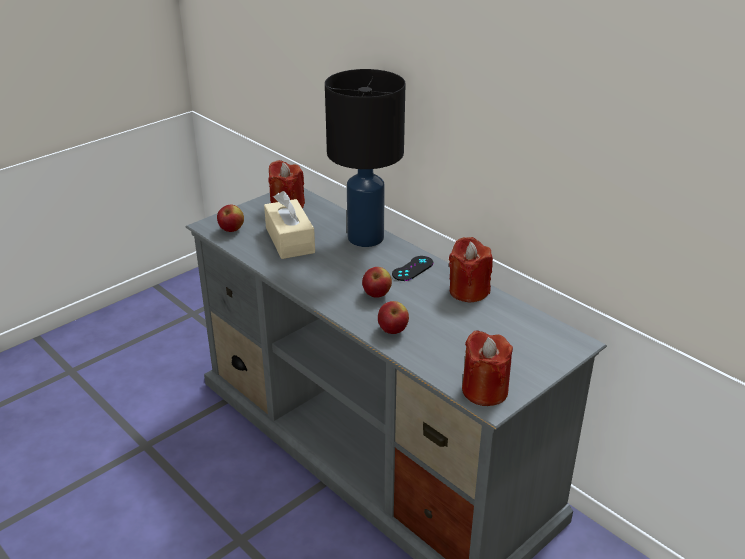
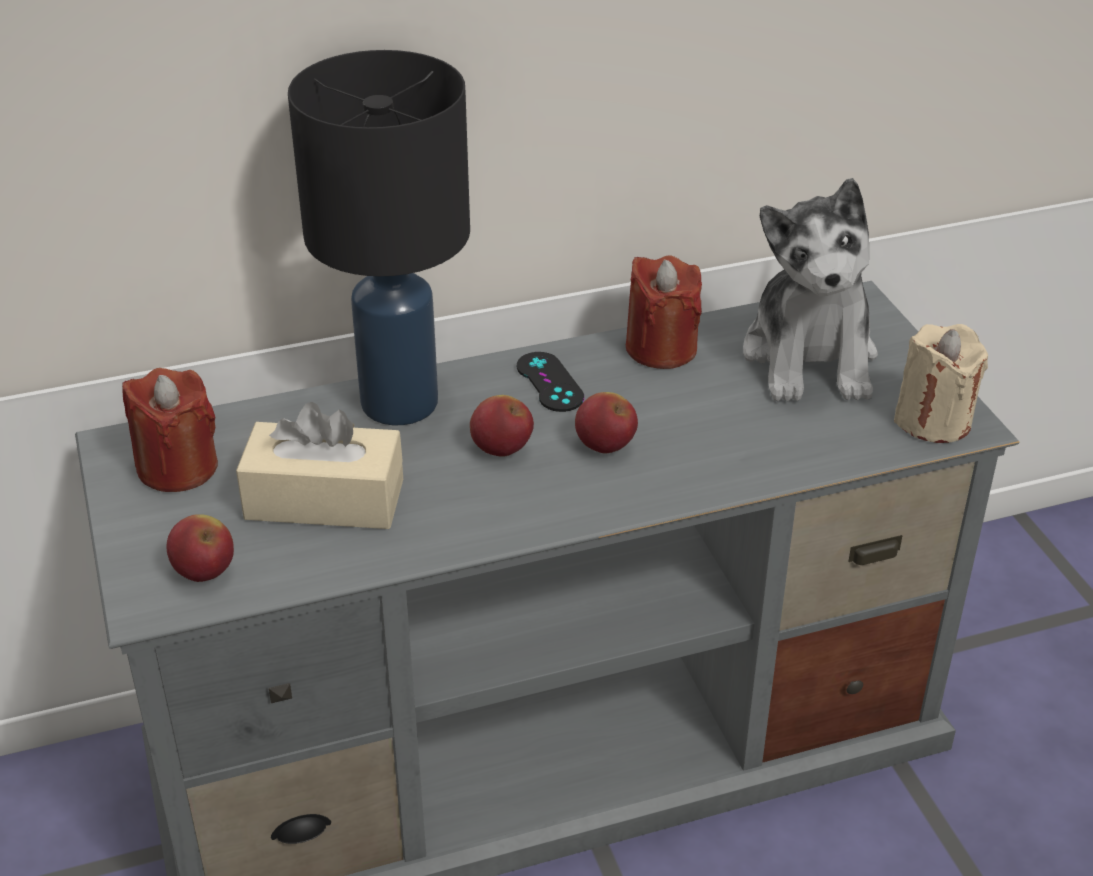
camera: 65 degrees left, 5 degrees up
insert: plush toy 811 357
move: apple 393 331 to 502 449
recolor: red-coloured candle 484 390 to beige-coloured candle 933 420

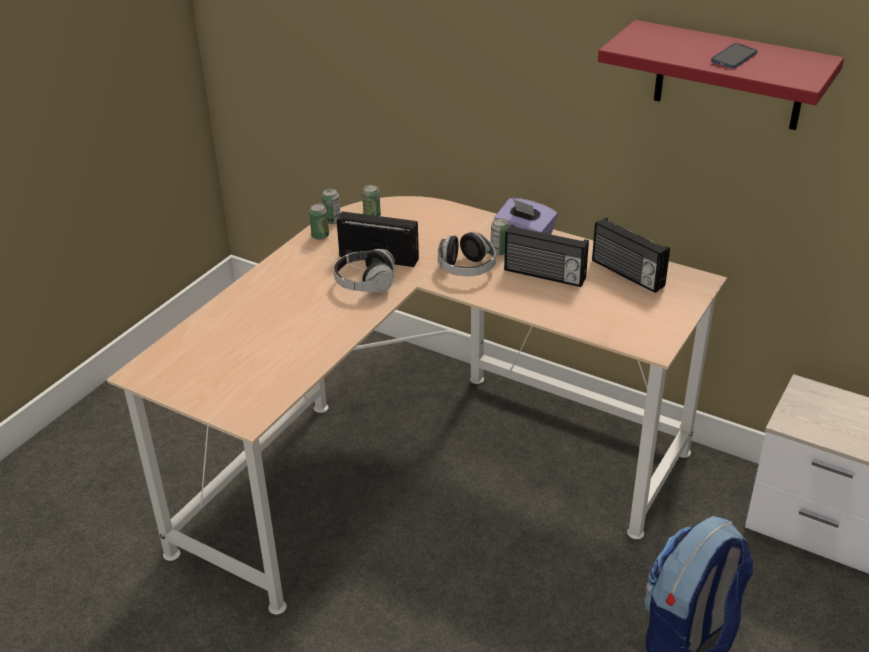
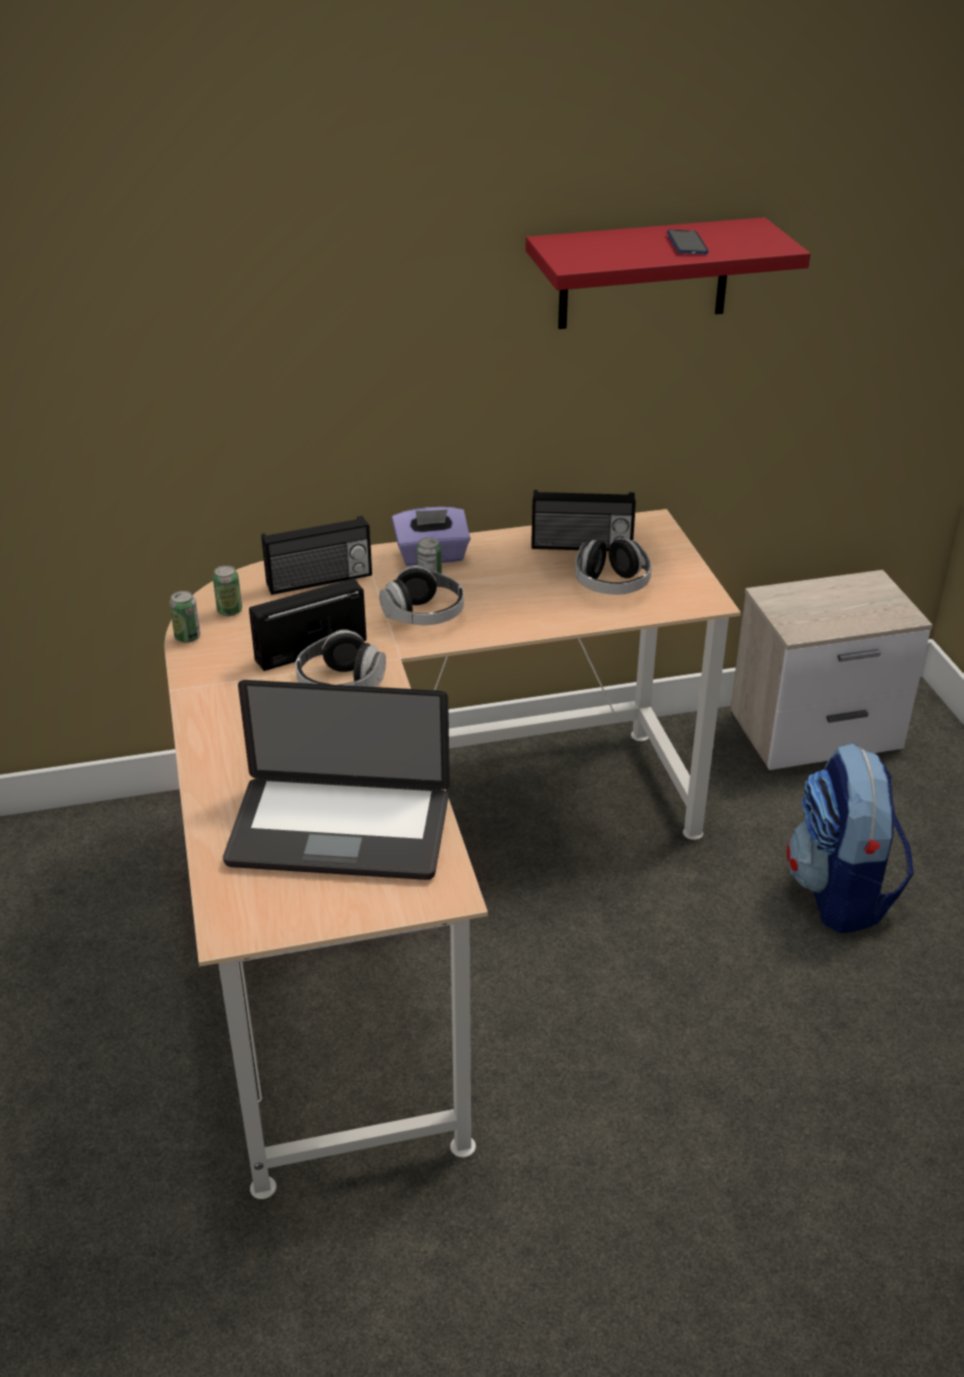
camera: 45 degrees left, 0 degrees up
delete: metal can 320 236
insert: notebook computer 339 831; headset 611 585
move: radio receiver 544 275 to 320 581

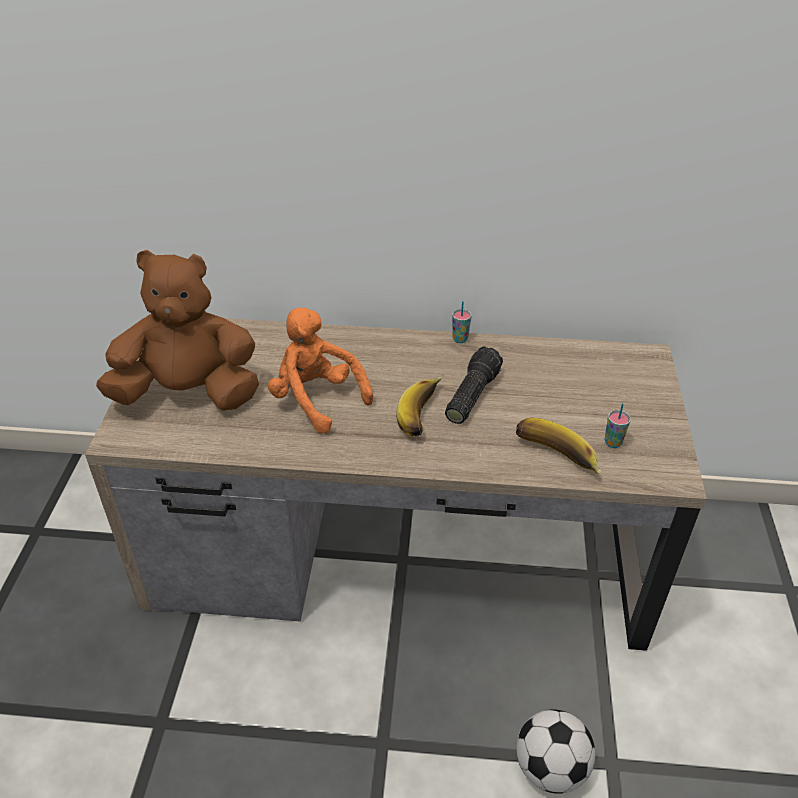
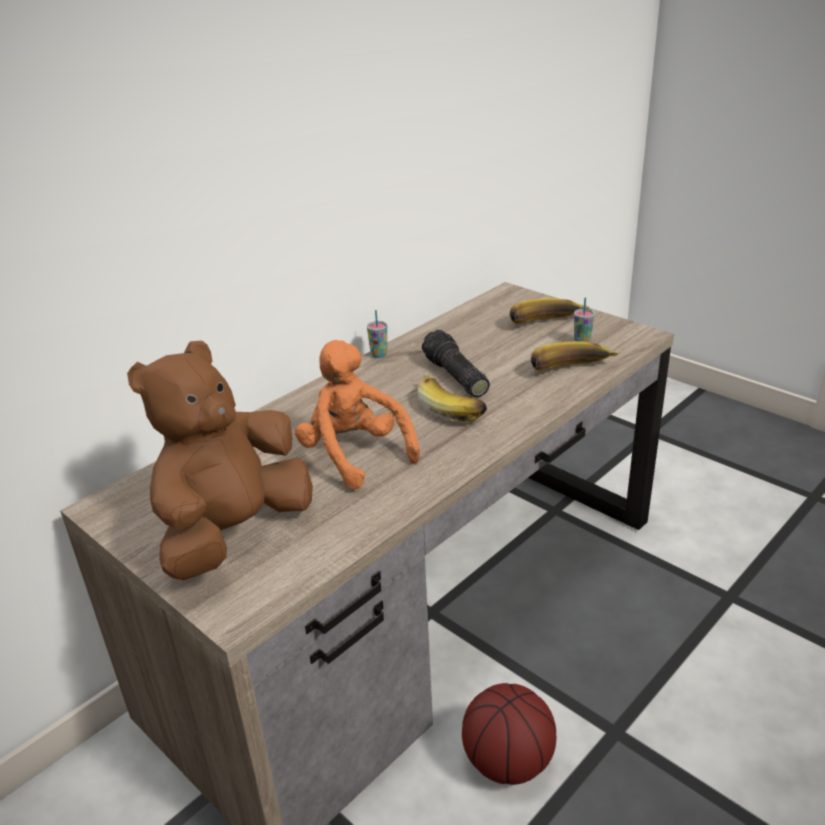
camera: 50 degrees left, 10 degrees down
delete: football 550 768
insert: ball for basketball 509 762; whole banana 547 324
rotate: orange plush toy 316 399 = 354 455 60 degrees clockwise

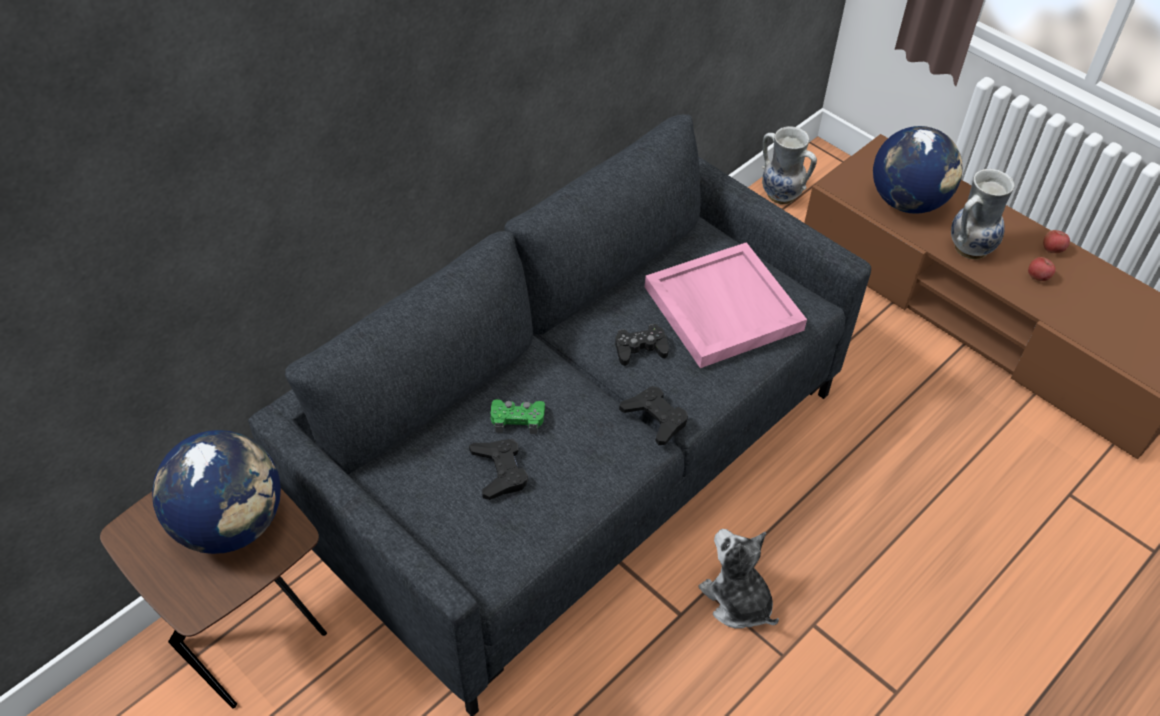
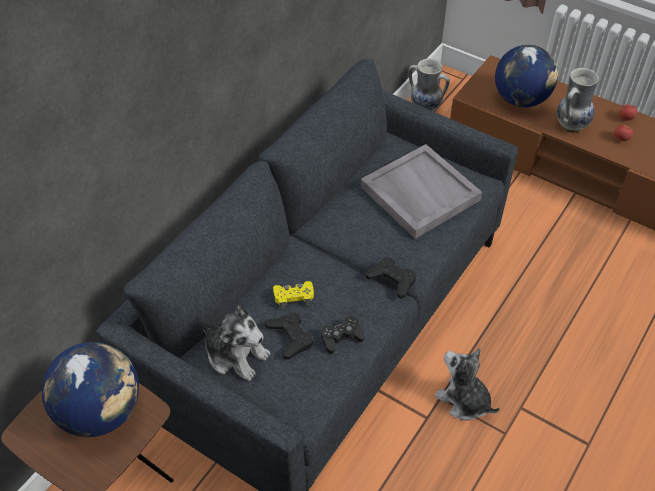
camera: 10 degrees left, 0 degrees up
insert: plush toy 236 354
move: black game controller 640 349 to 341 337
recolor: green game controller 517 419 to yellow game controller 294 297; pink carrying tray 721 308 to greyish carrying tray 418 193

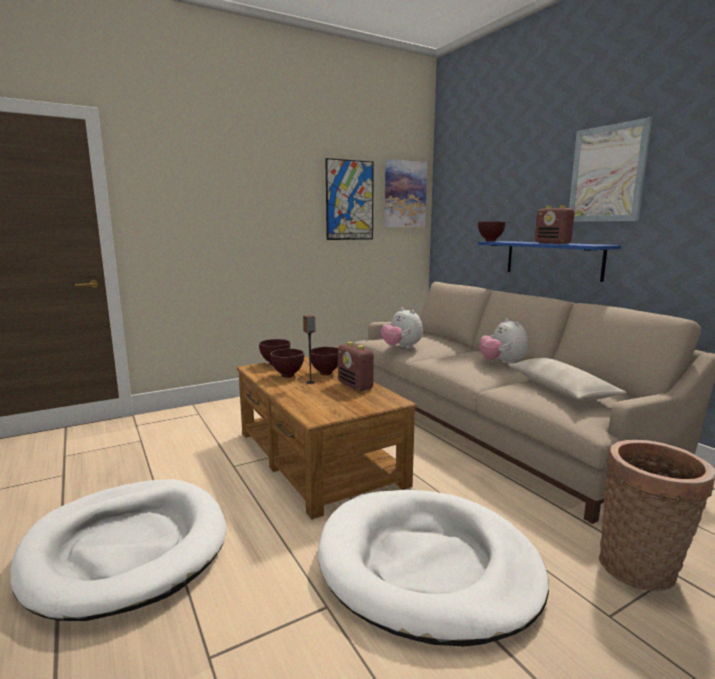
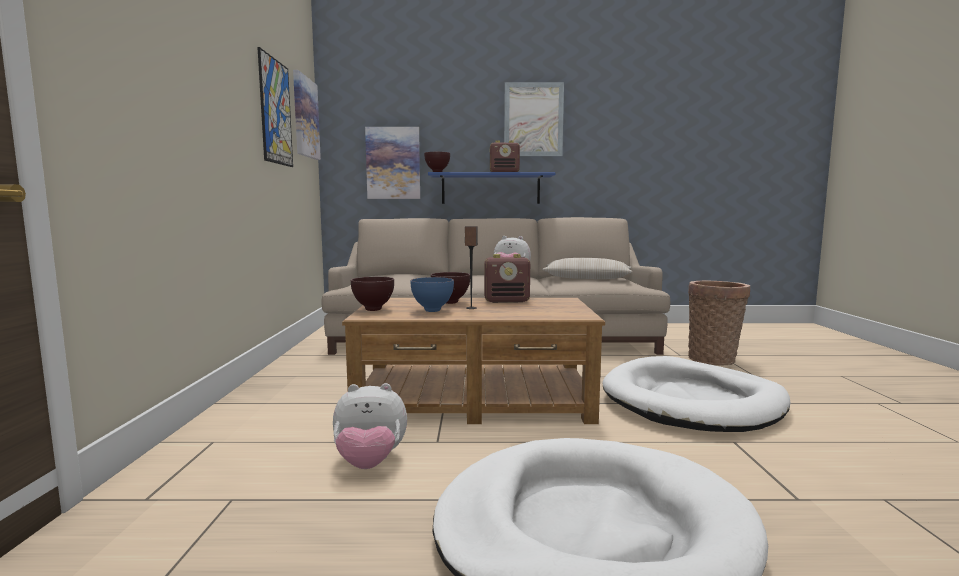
camera: 60 degrees left, 5 degrees down
insert: wall picture 393 163
move: plush toy 401 347 to 370 463
recolor: brown serving bowl 288 376 to blue-coloured serving bowl 432 310

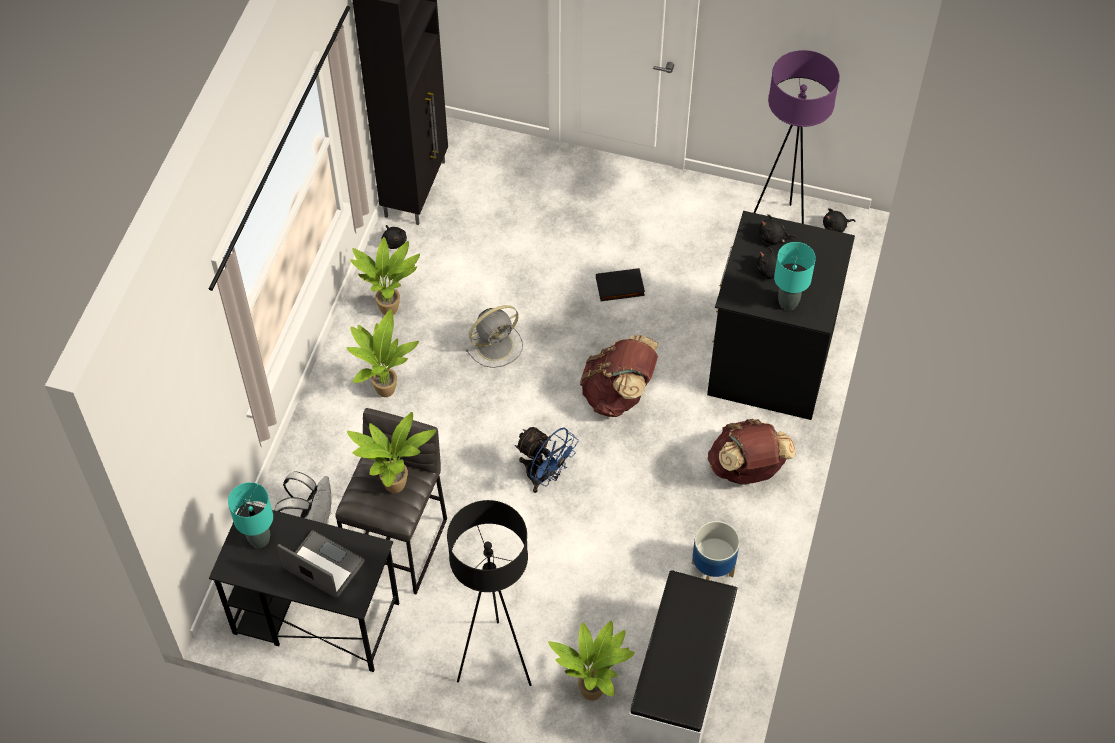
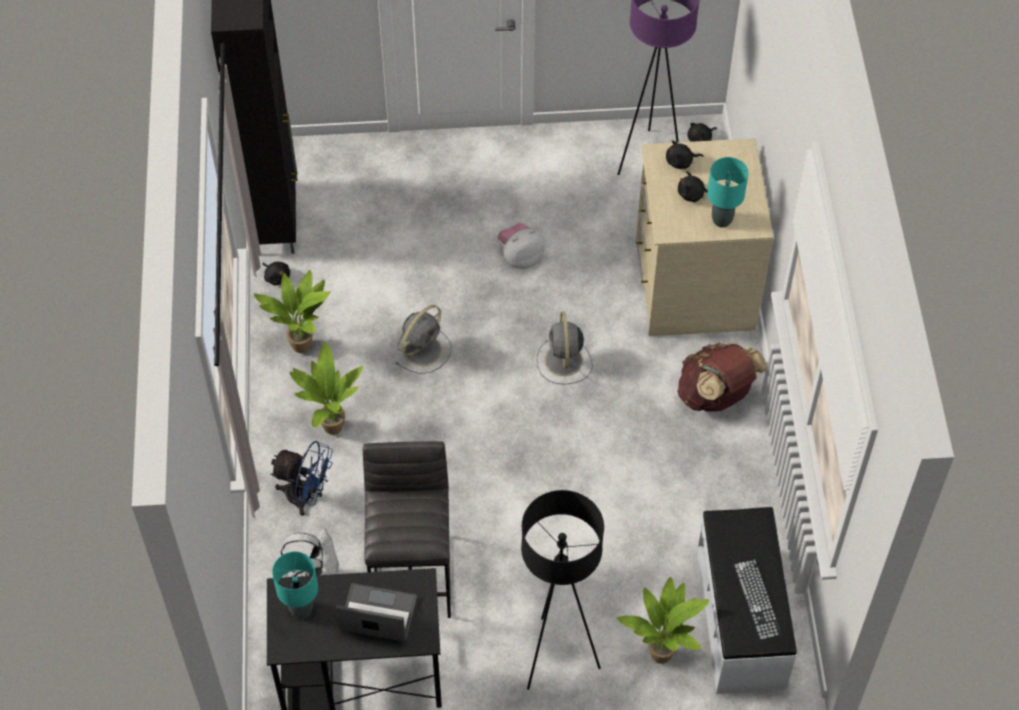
camera: 20 degrees left, 0 degrees up
delete: houseplant 396 489; plant pot 712 569
insert: PC keyboard 757 599
move: blue-coloured electric fan 544 476 to 306 496
replace: brown knapsack 618 395 to greyish electric fan 564 362; black book 619 287 to plush toy 520 257
recolor: black chest of drawers 769 360 to beige-coloured chest of drawers 692 285

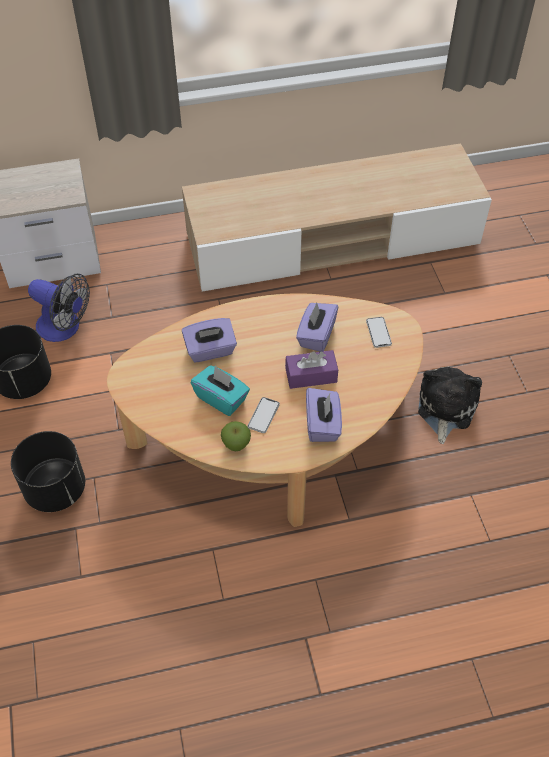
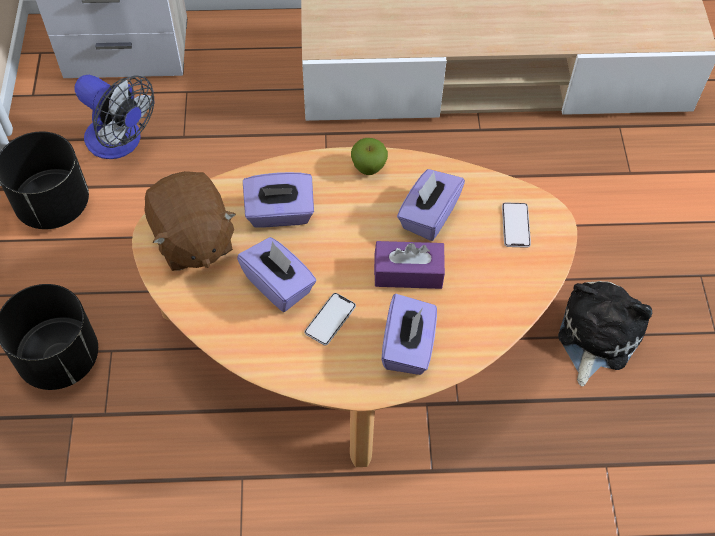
camera: 10 degrees right, 5 degrees up
insert: brown plush toy 192 240
move: apple 236 444 to 368 168
recolor: blue-green tissue box 221 398 to purple-coloured tissue box 279 285

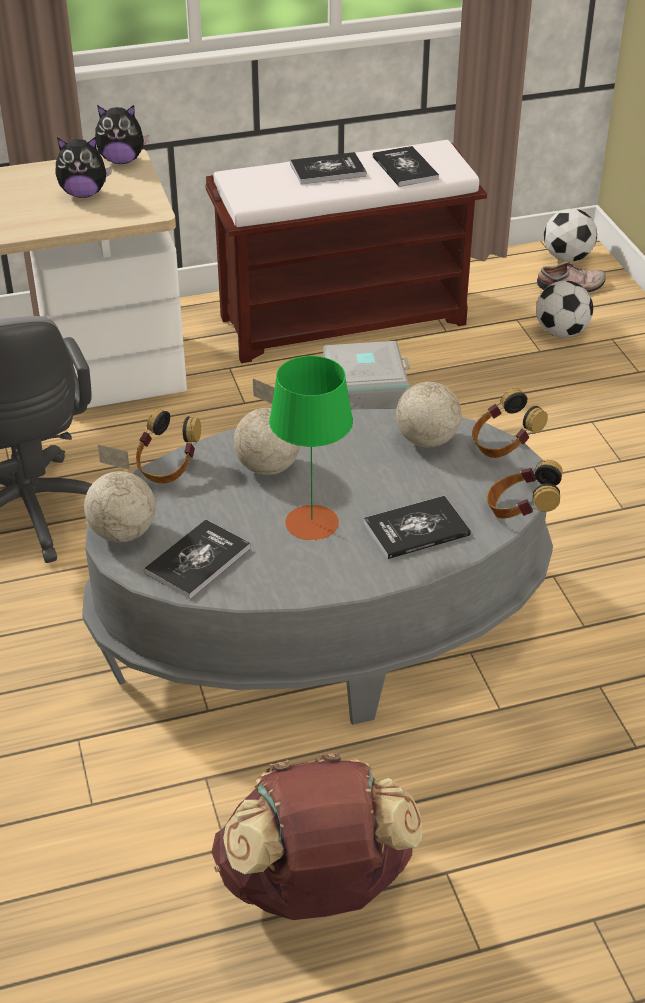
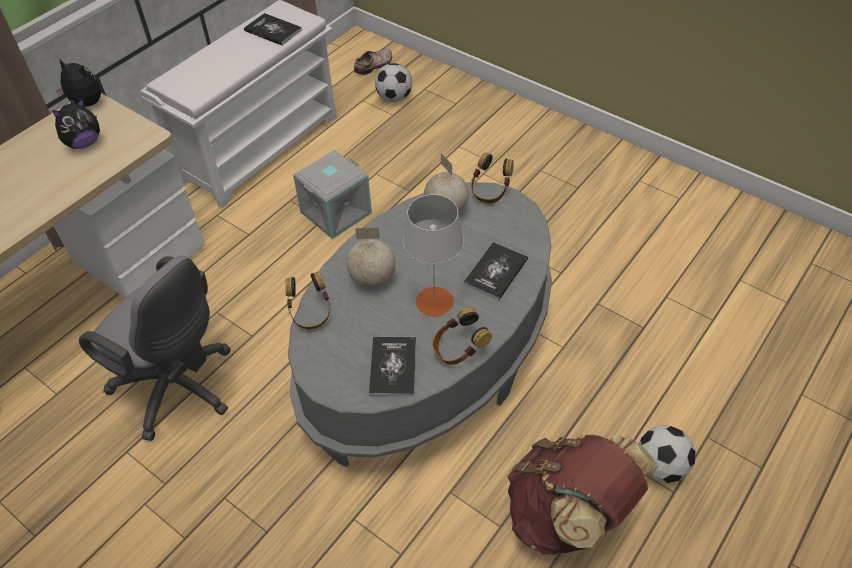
camera: 35 degrees left, 10 degrees up
delete: desk globe 122 532; book 328 170
move: headset 521 512 to 458 350; football 567 258 to 660 466
recolor: brown long seat 345 319 to white-coloured long seat 261 147; green tabletop lamp 311 522 to greyish tabletop lamp 434 301
rotate: plush toy 122 160 = 86 105 120 degrees counterclockwise

